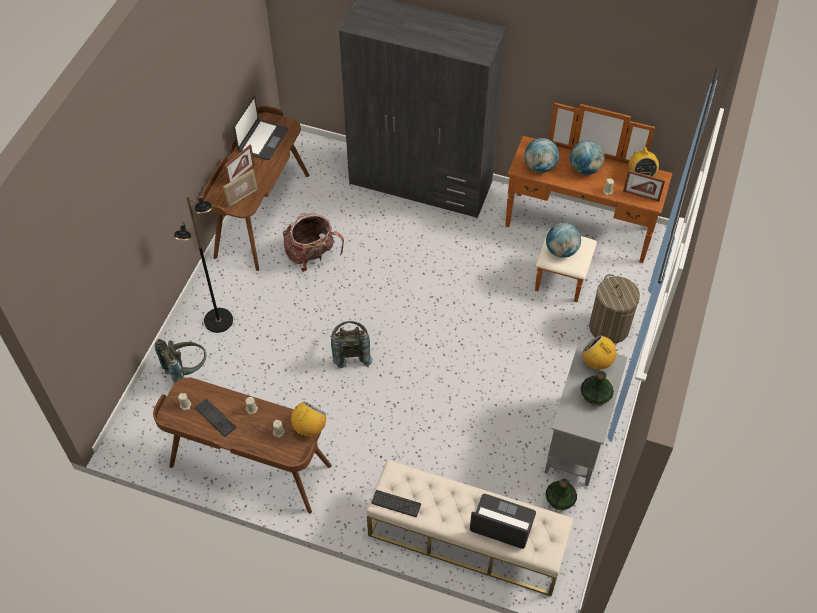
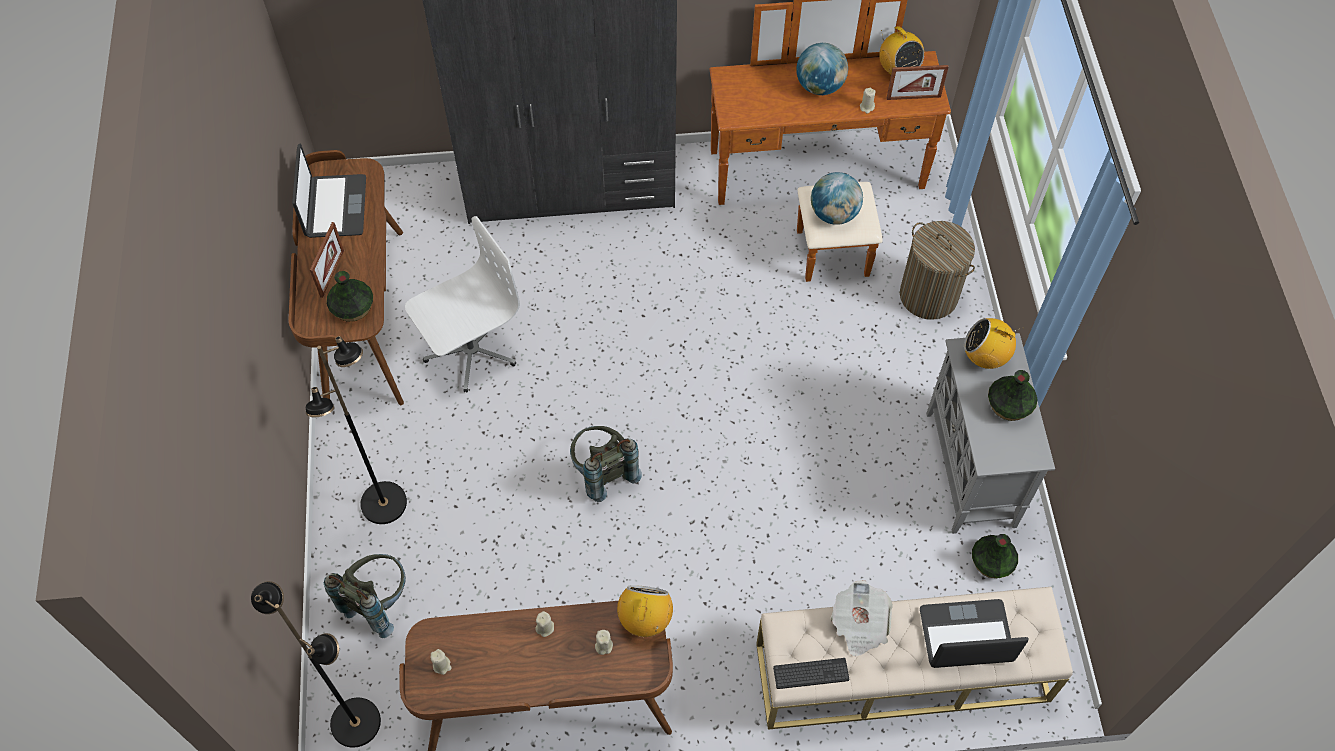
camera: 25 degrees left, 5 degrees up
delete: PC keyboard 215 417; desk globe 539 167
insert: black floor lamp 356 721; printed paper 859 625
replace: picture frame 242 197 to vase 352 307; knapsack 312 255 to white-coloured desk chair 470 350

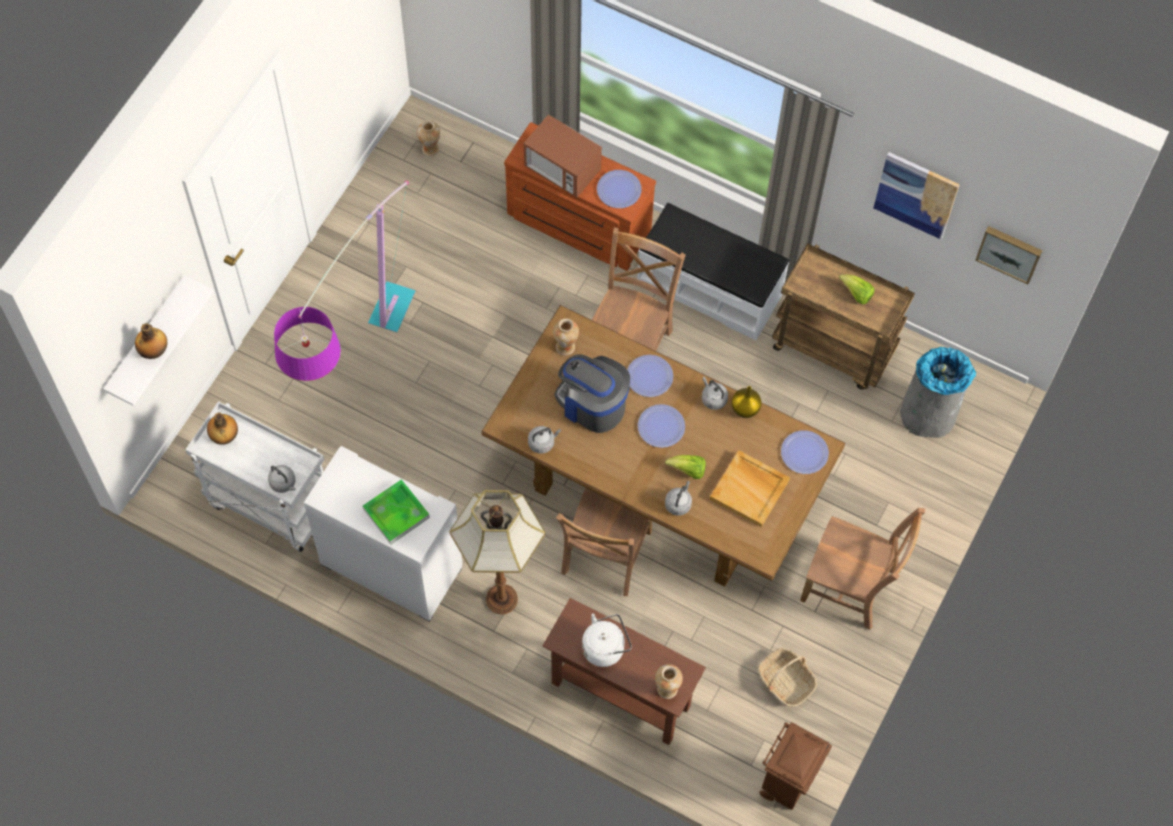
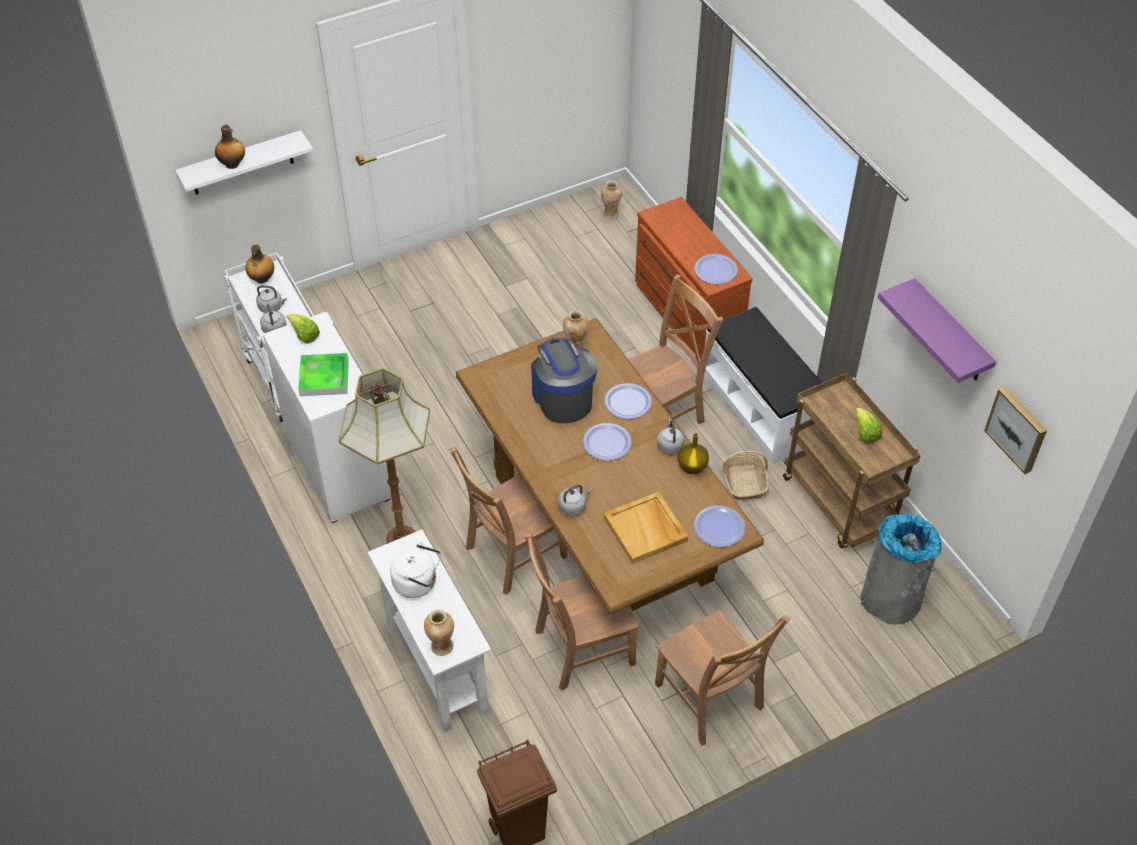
camera: 35 degrees right, 15 degrees down
delete: floor lamp 358 382; kitchen microwave 562 170
insert: brown upright chair 580 648
move: greyish tea kettle 542 442 to 272 307; lettuce head 688 470 to 304 335; household basket 785 681 to 744 482
replace: wall picture 916 194 to purple-coloured wall shelf 950 333
recolor: brown narrow table 620 694 to white-coloured narrow table 436 667

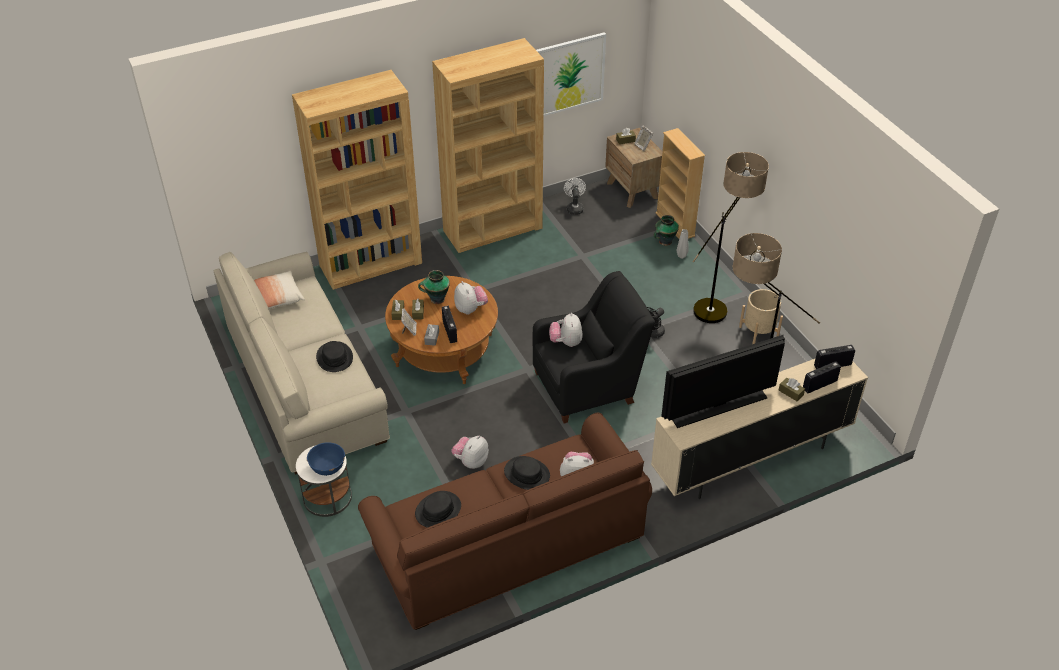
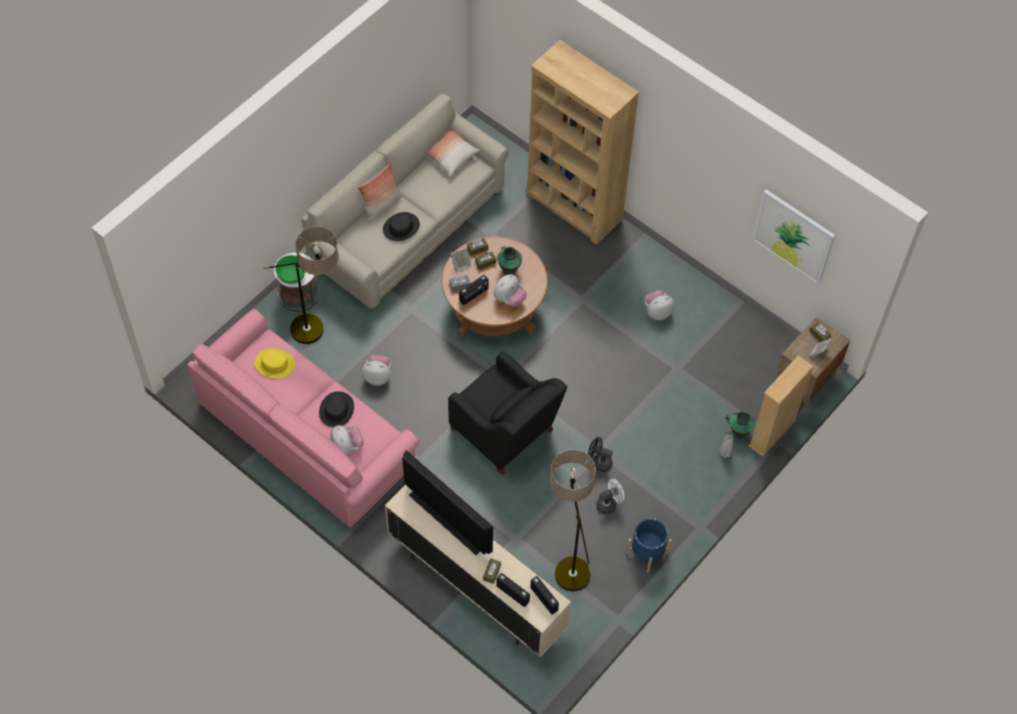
camera: 65 degrees right, 15 degrees up
delete: brown bookcase 493 229
insert: pillow 381 206
move: plush toy 566 342 to 657 312; white-coloured electric fan 574 208 to 609 504; floor lamp 719 305 to 319 334
recolor: blue-coloured serving bowl 328 467 to green serving bowl 292 275; brown couch 508 544 to pink couch 305 435; black wearable hat 438 510 to yellow wearable hat 274 364; beige-coloured plant pot 758 332 to blue-coloured plant pot 647 552

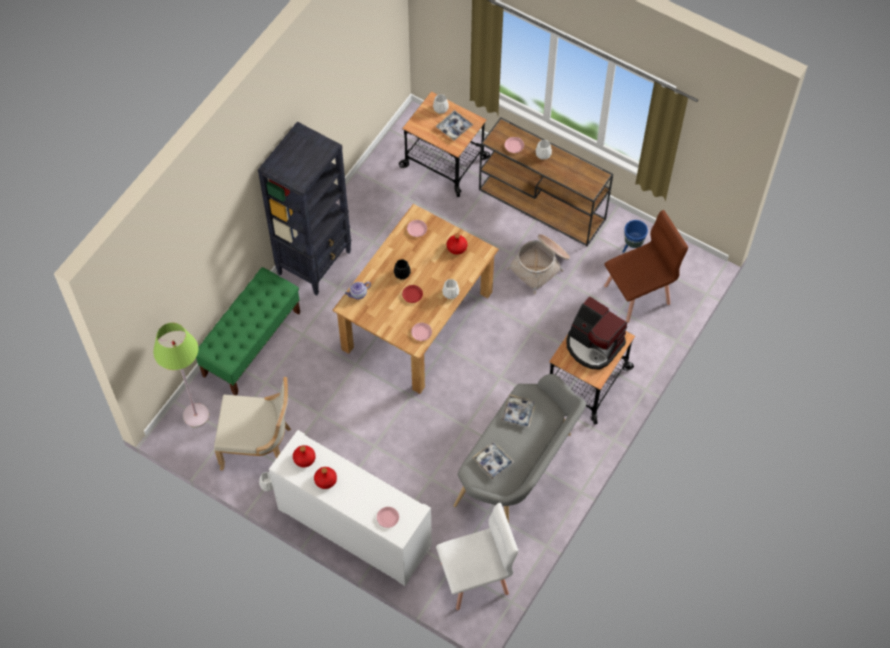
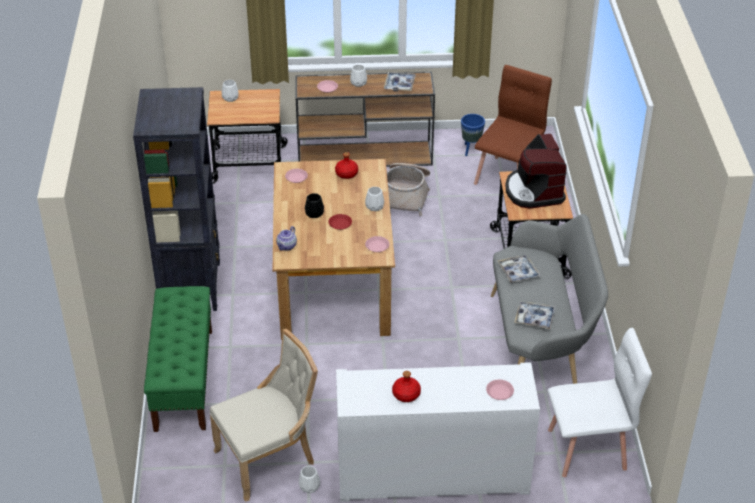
camera: 35 degrees left, 20 degrees down
delete: green floor lamp 196 415; red-coloured drink bottle 304 459
move: carrying tray 454 127 to 399 85
rotate: white-coloured upright chair 475 578 = 588 449 45 degrees clockwise; coffee brewer 593 345 = 533 191 75 degrees clockwise

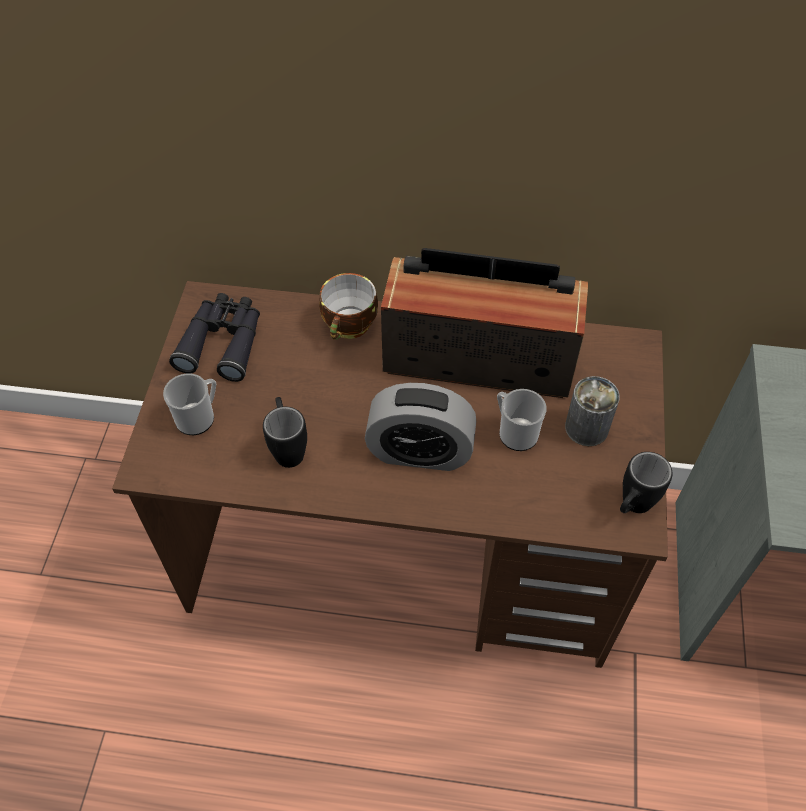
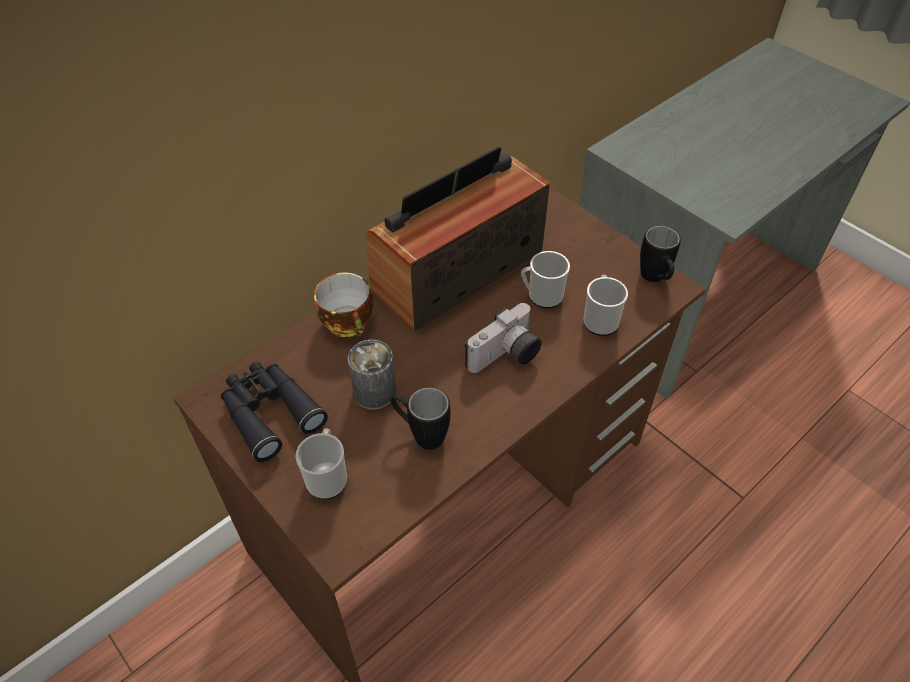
camera: 50 degrees left, 5 degrees down
insert: mug 600 319
move: metal can 586 428 to 374 392
replace: table clock 420 451 to photo camera 506 356

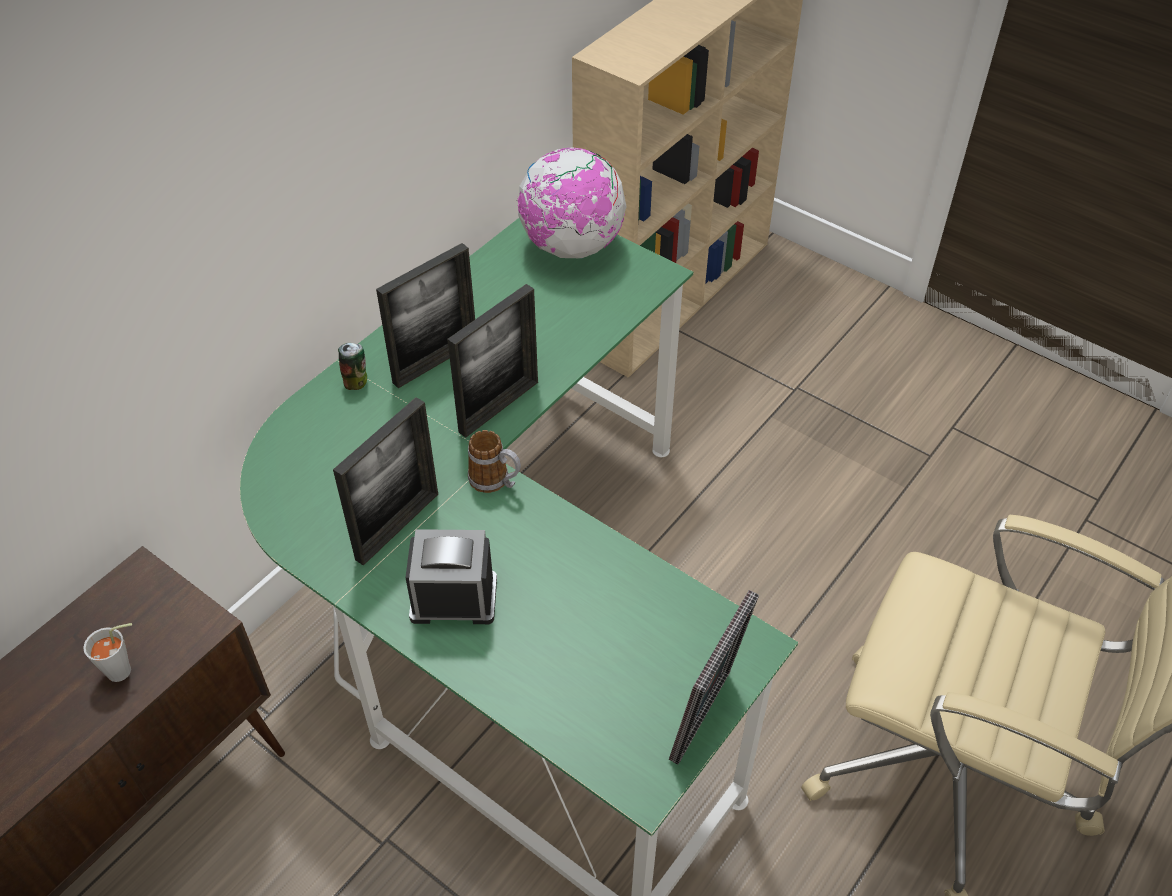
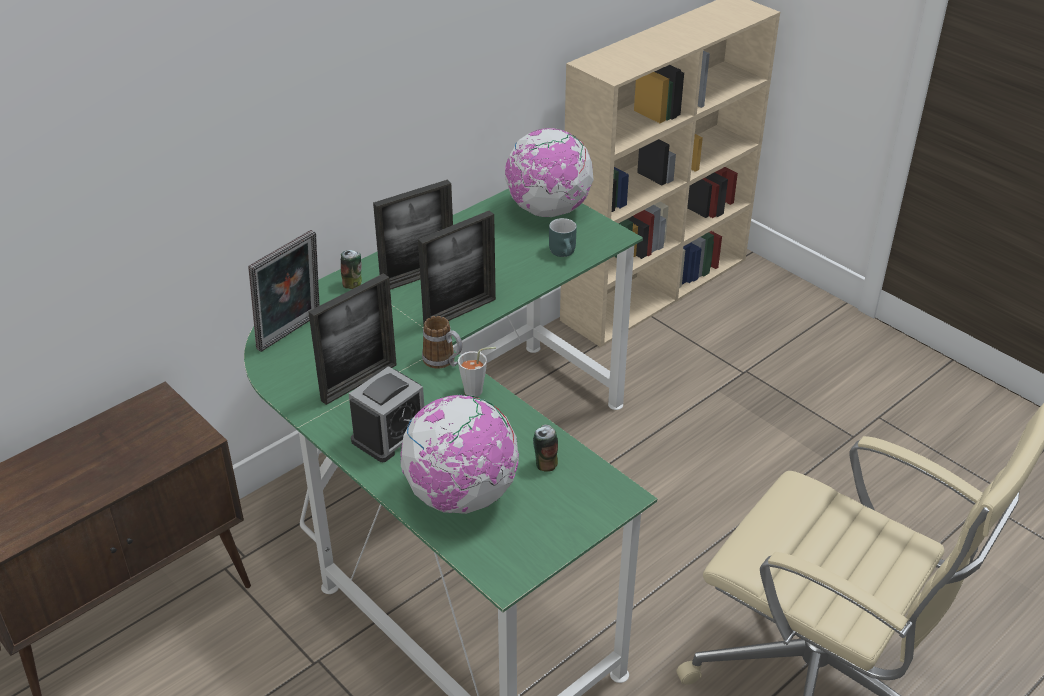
camera: 10 degrees right, 10 degrees down
insert: desk globe 461 496; metal can 545 463; blue-green mug 565 253
move: greyish small cup 125 670 to 477 391; picture frame 706 719 to 292 333
rotate: table clock 454 598 = 390 435 120 degrees clockwise

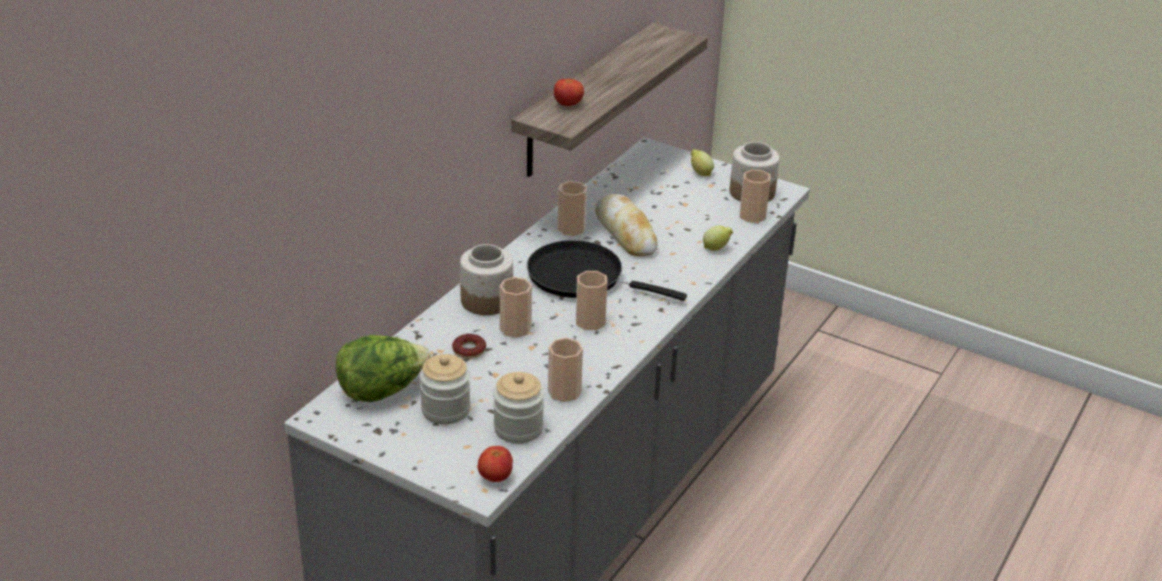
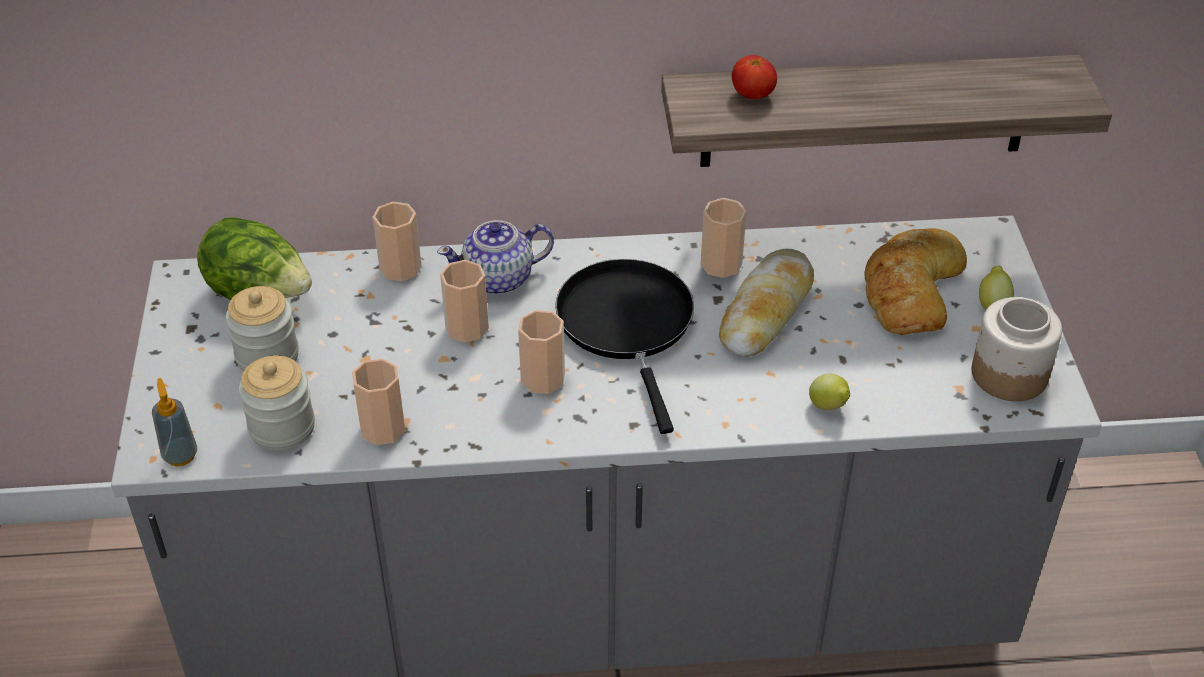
camera: 55 degrees right, 10 degrees up
delete: donut 469 350
insert: baked bread 910 289
move: small cup 752 216 to 400 268
replace: preserve jar 487 300 to pot for tea 499 278; tomato 495 477 to soap dispenser 180 455

